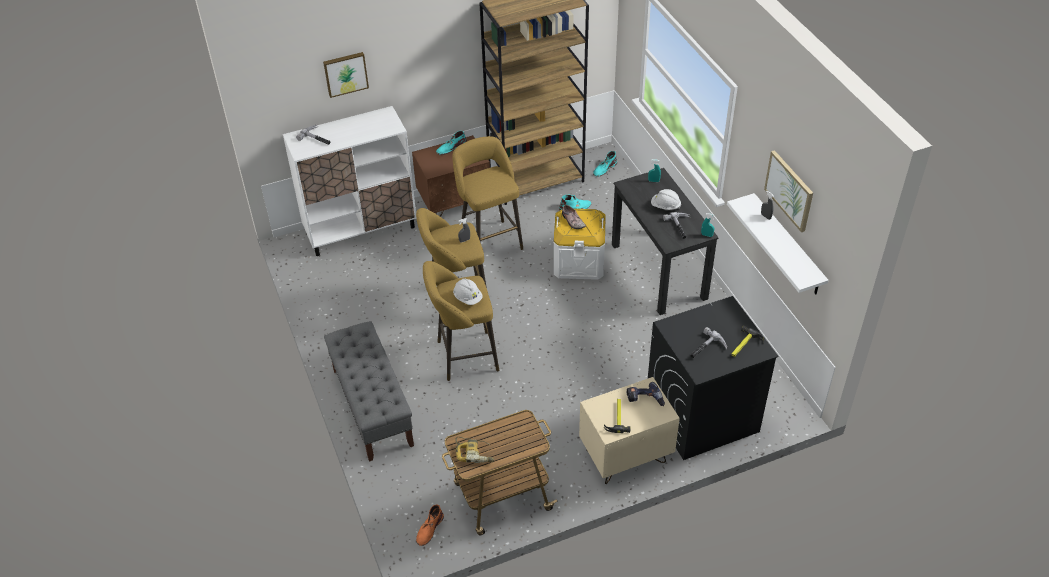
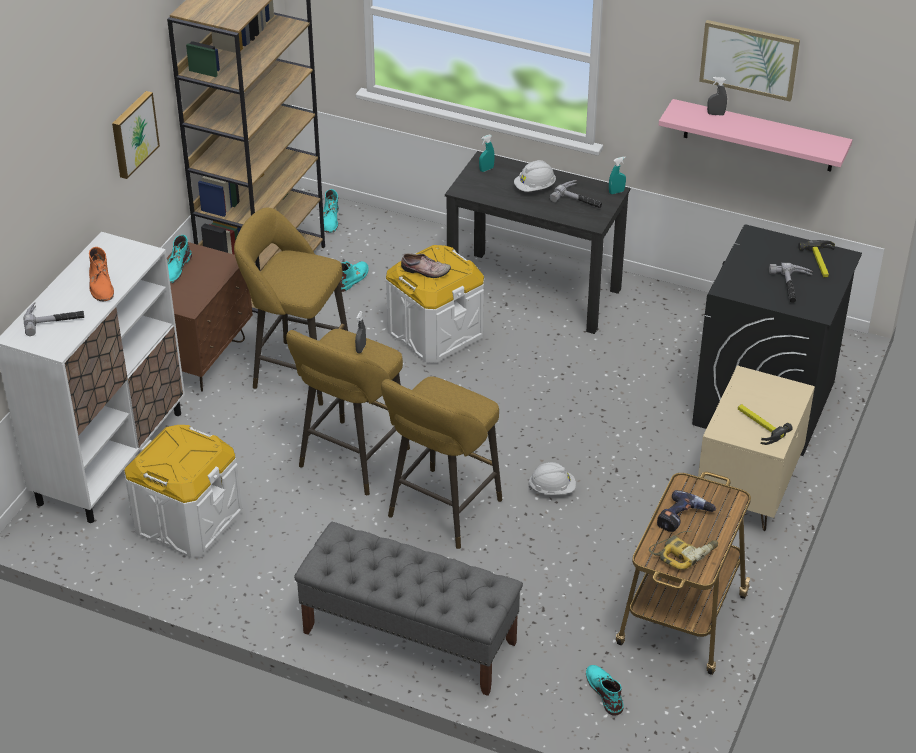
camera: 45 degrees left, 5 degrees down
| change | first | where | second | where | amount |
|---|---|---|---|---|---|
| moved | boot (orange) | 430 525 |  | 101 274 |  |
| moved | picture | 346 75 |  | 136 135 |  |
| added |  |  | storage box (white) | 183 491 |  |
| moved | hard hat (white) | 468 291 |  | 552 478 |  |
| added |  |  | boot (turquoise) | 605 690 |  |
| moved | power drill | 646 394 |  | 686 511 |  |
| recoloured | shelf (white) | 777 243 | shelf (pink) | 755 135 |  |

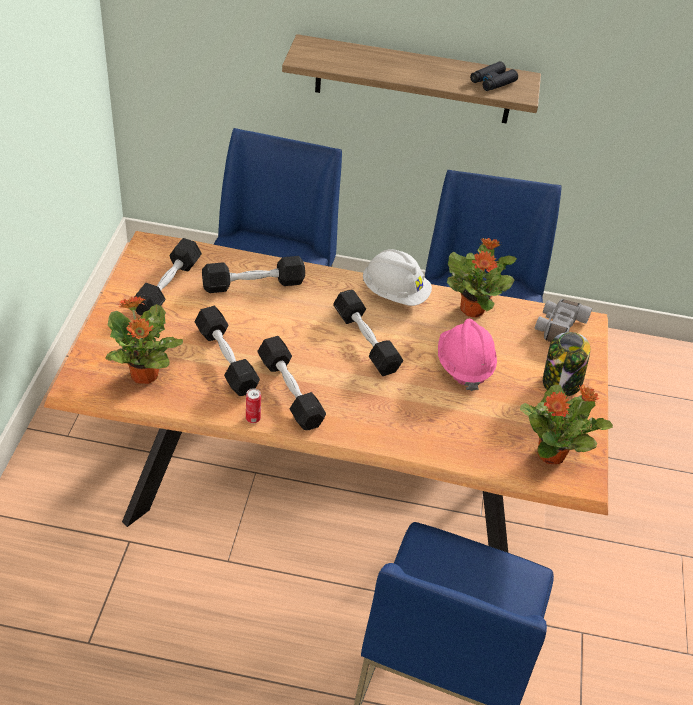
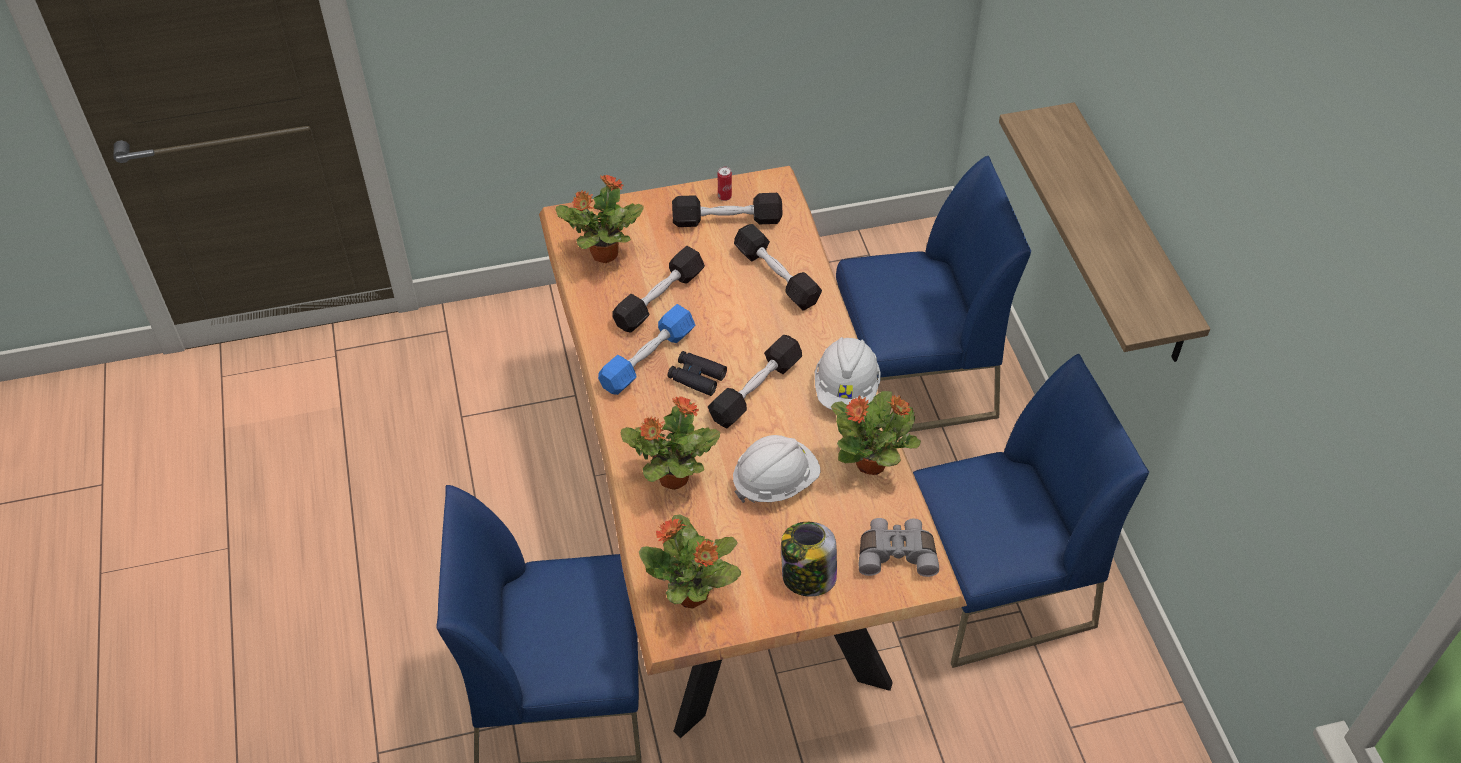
camera: 70 degrees right, 5 degrees up
| change | first | where | second | where | amount |
|---|---|---|---|---|---|
| recoloured | dumbbell (black) | 291 383 | dumbbell (blue) | 646 349 |  |
| added |  |  | potted plant | 670 443 |  |
| moved | binoculars (black) | 494 76 |  | 697 373 |  |
| moved | can | 253 405 |  | 725 183 |  |
| recoloured | hard hat (pink) | 467 355 | hard hat (white) | 777 469 |  |

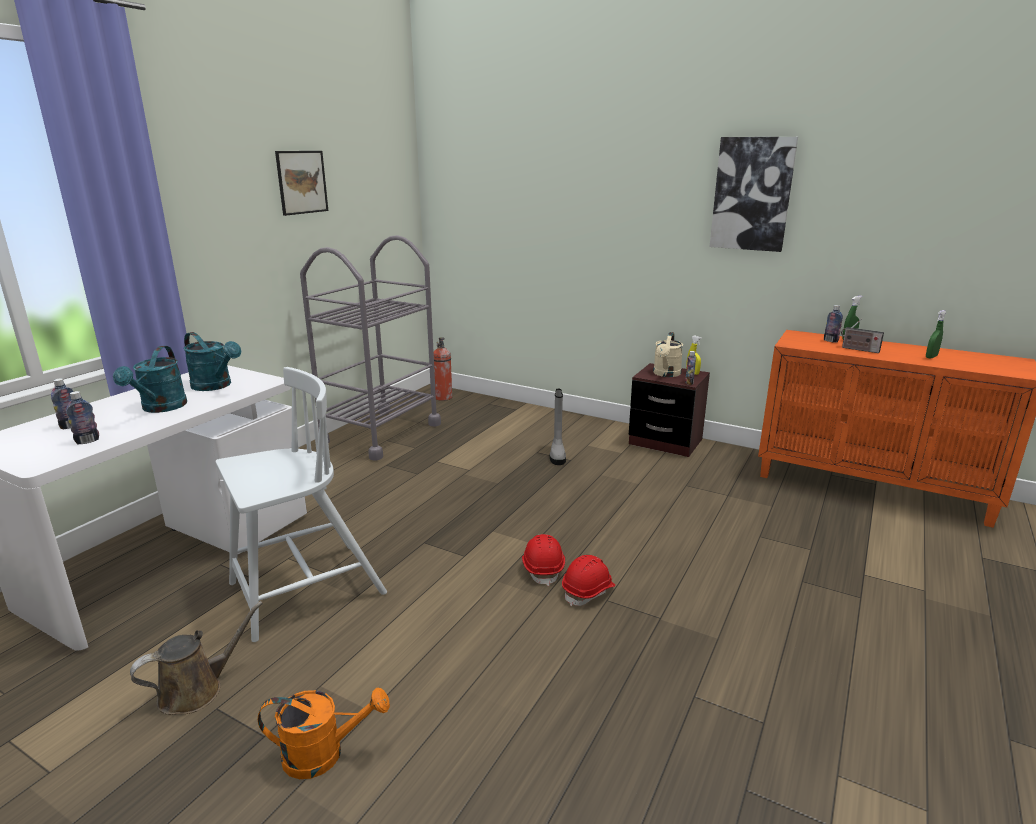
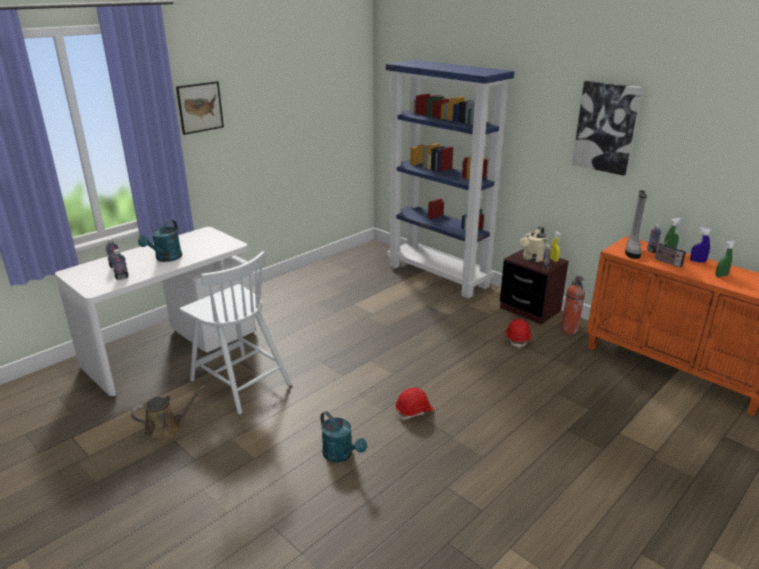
camera: 15 degrees right, 5 degrees up
| change | first | where | second | where | amount |
|---|---|---|---|---|---|
| moved | picture | 301 183 |  | 200 108 |  |
| turned | chair (white) | 301 504 |  | 235 332 | 60 degrees clockwise |
| moved | watering can (turquoise) | 212 361 |  | 343 437 |  |
| added |  |  | bookcase (blue) | 450 179 |  |
| moved | hard hat (red) | 543 560 |  | 519 333 |  |
| moved | fire extinguisher | 443 369 |  | 573 305 |  |
| moved | boot (grey) | 558 427 |  | 636 224 |  |
| added |  |  | spray bottle (blue) | 701 245 |  |
| removed | watering can (orange) | 324 733 |  |  |  |
| removed | cart (grey) | 370 348 |  |  |  |

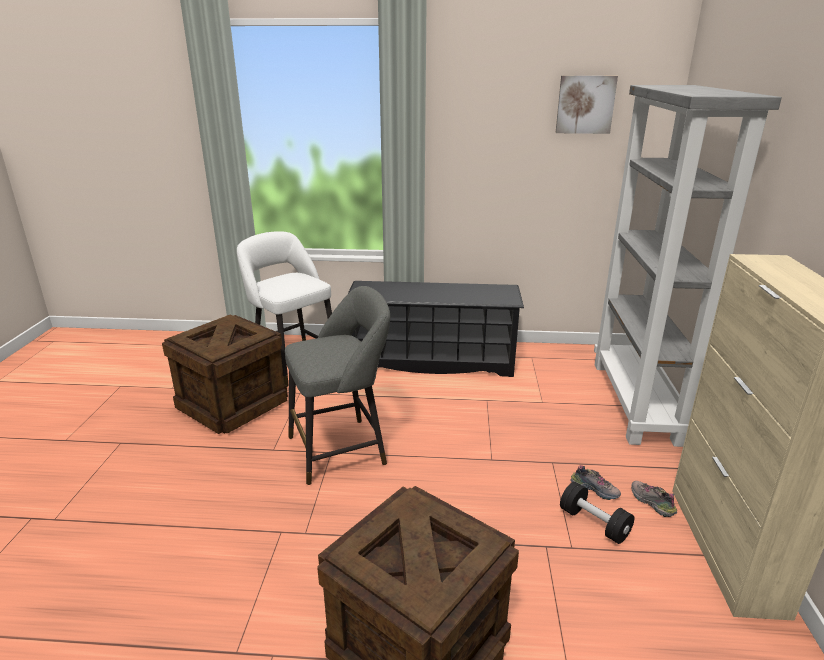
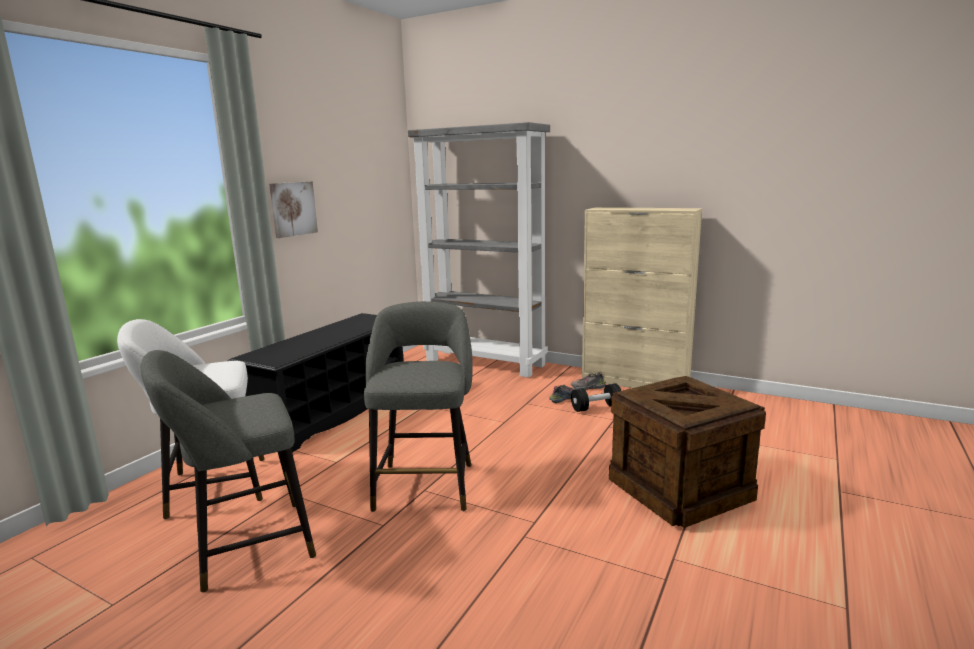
camera: 65 degrees left, 10 degrees down
| change | first | where | second | where | amount |
|---|---|---|---|---|---|
| replaced | crate | 225 374 | stool (grey) | 228 471 |  |
| moved | picture | 586 105 |  | 293 209 |  |

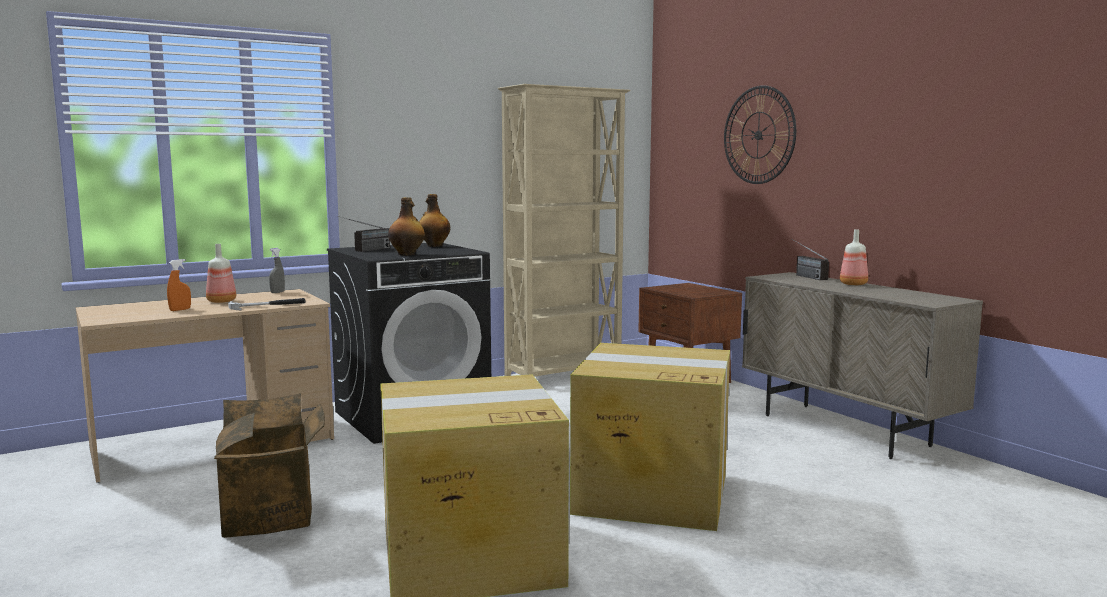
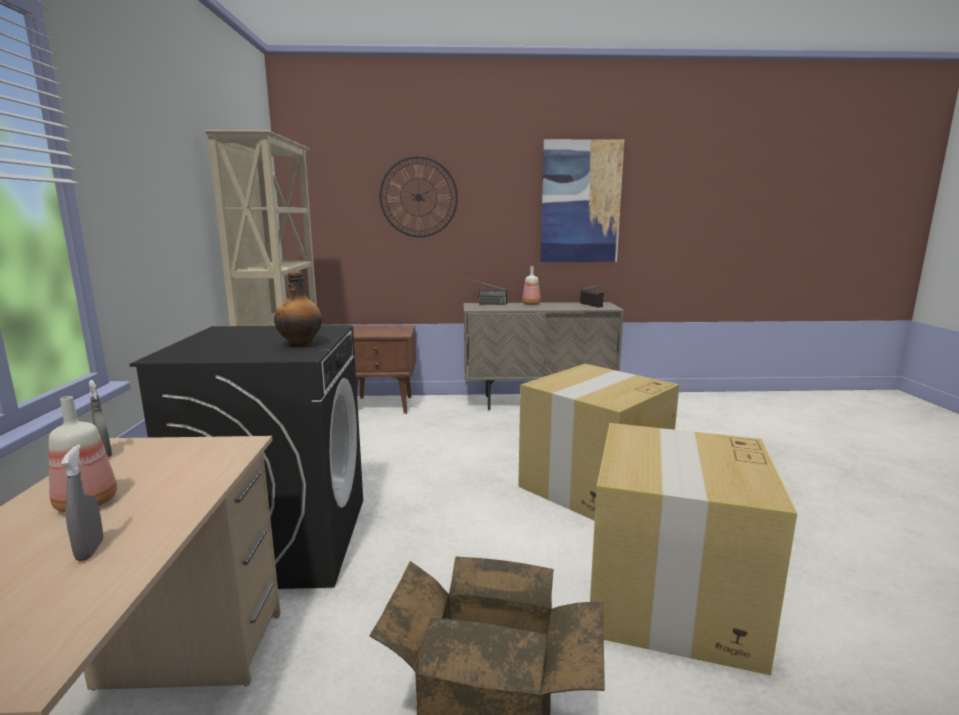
camera: 60 degrees left, 5 degrees up
| change | first | where | second | where | amount |
|---|---|---|---|---|---|
| recoloured | spray bottle (orange) | 179 285 | spray bottle (grey) | 82 503 |  |
| added |  |  | picture | 582 200 |  |
| moved | radio | 363 234 |  | 595 295 |  |
| removed | hammer | 267 304 |  |  |  |
| removed | bottle | 434 220 |  |  |  |

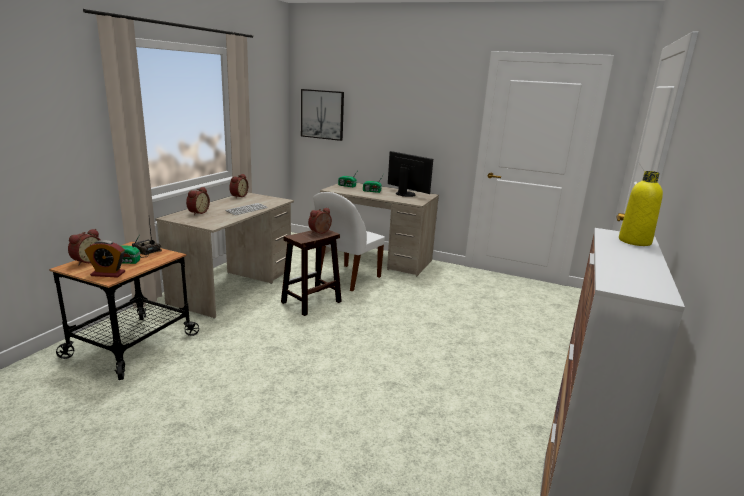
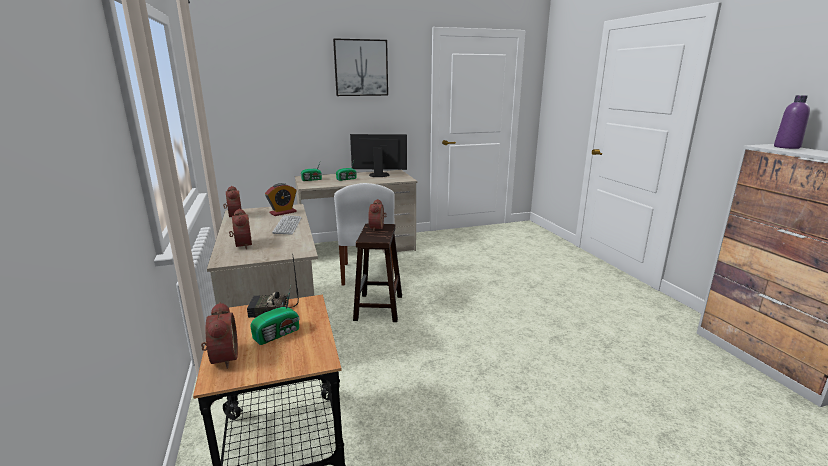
camera: 40 degrees left, 0 degrees up
| change | first | where | second | where | amount |
|---|---|---|---|---|---|
| moved | alarm clock | 105 259 |  | 280 199 |  |
| moved | picture | 322 115 |  | 360 67 |  |
| recoloured | bottle (yellow) | 641 208 | bottle (purple) | 792 122 |  |

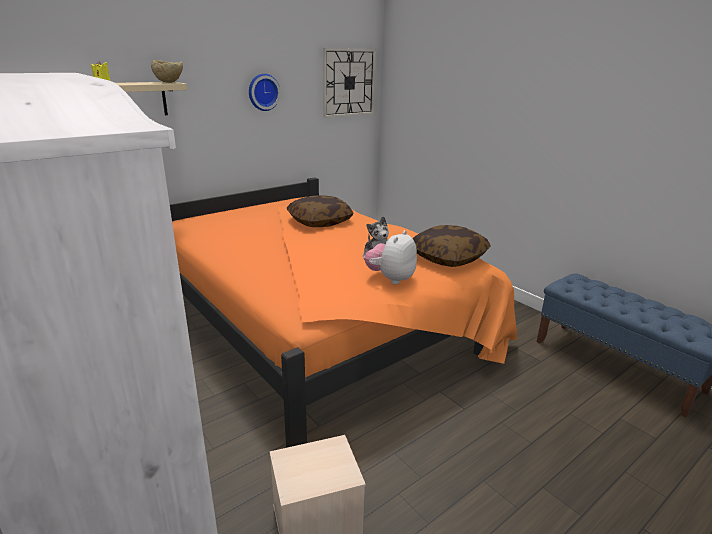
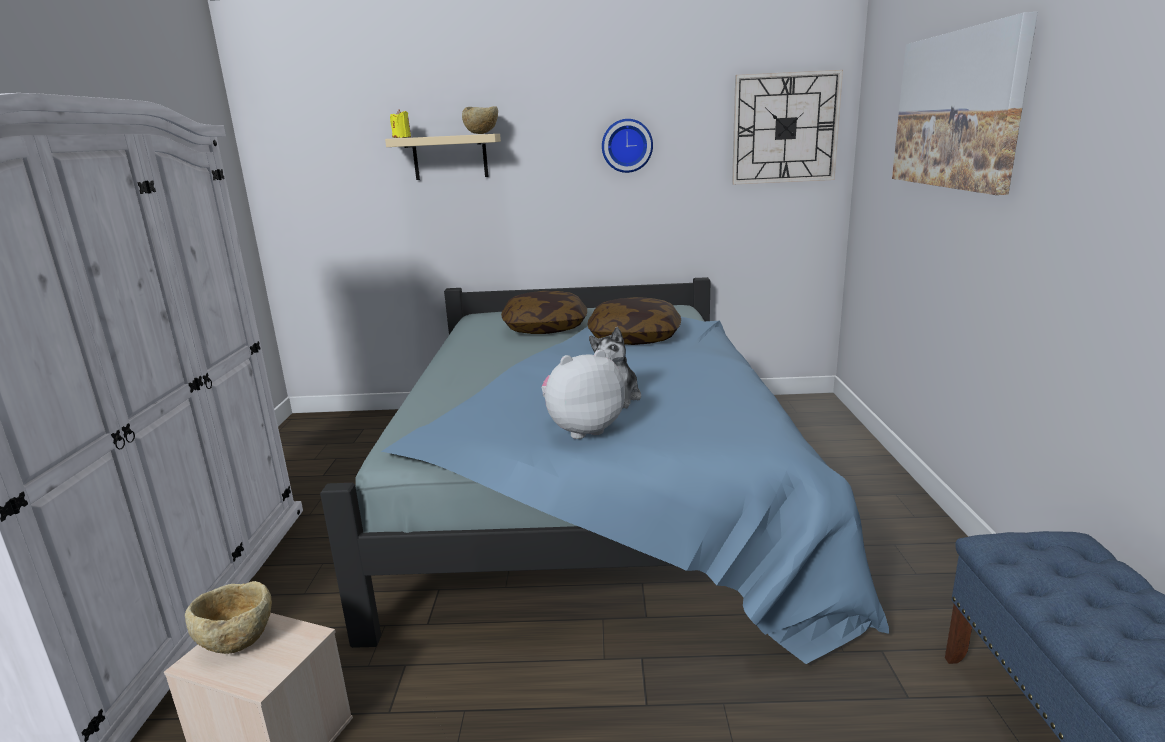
camera: 40 degrees right, 5 degrees down
| change | first | where | second | where | amount |
|---|---|---|---|---|---|
| added |  |  | bowl (beige) | 228 617 |  |
| recoloured | bed (orange) | 343 312 | bed (blue) | 604 470 |  |
| moved | pillow | 452 246 |  | 544 312 |  |
| added |  |  | picture | 965 103 |  |

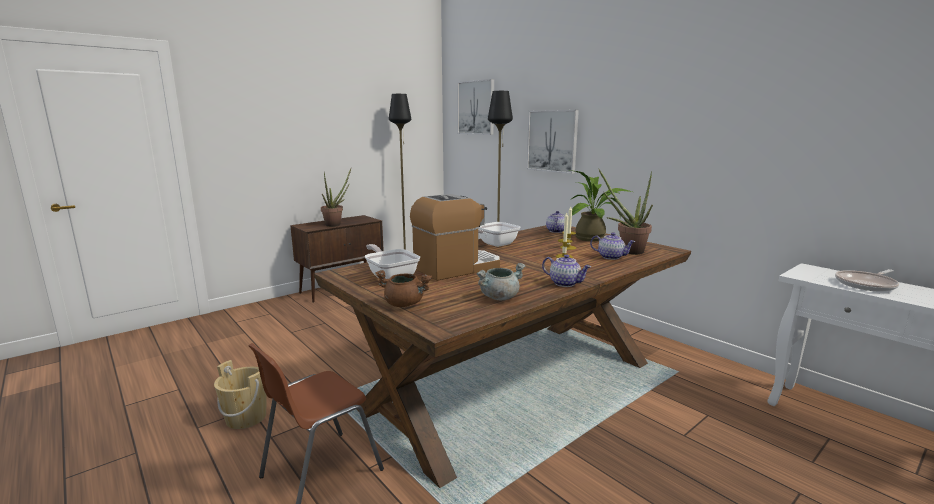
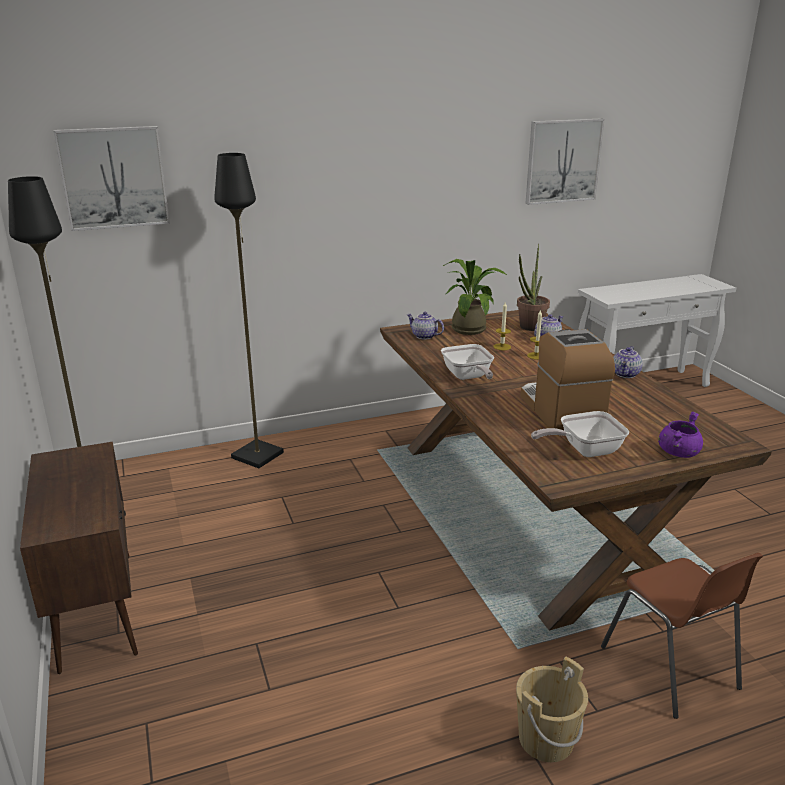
camera: 70 degrees left, 10 degrees up
| change | first | where | second | where | amount |
|---|---|---|---|---|---|
| moved | picture | 553 142 |  | 565 162 |  |
| turned | teapot | 566 270 |  | 628 362 | 150 degrees clockwise |
| recoloured | cooking pot (brown) | 403 288 | cooking pot (purple) | 680 434 |  |
| removed | potted plant | 336 197 |  |  |  |
| removed | cooking pot (grey) | 501 281 |  |  |  |
| removed | frying pan | 867 280 |  |  |  |

